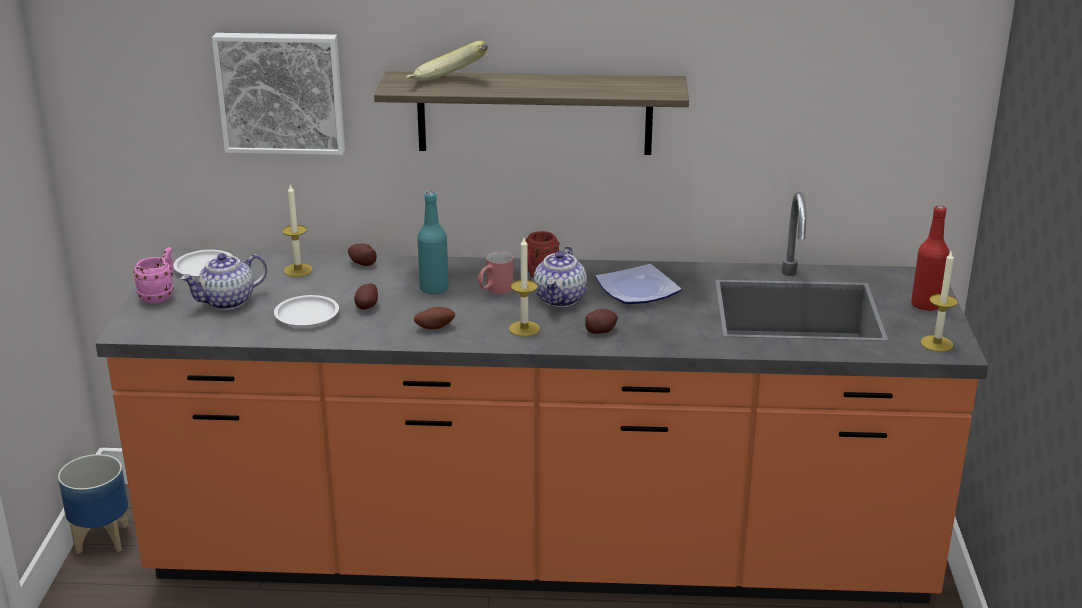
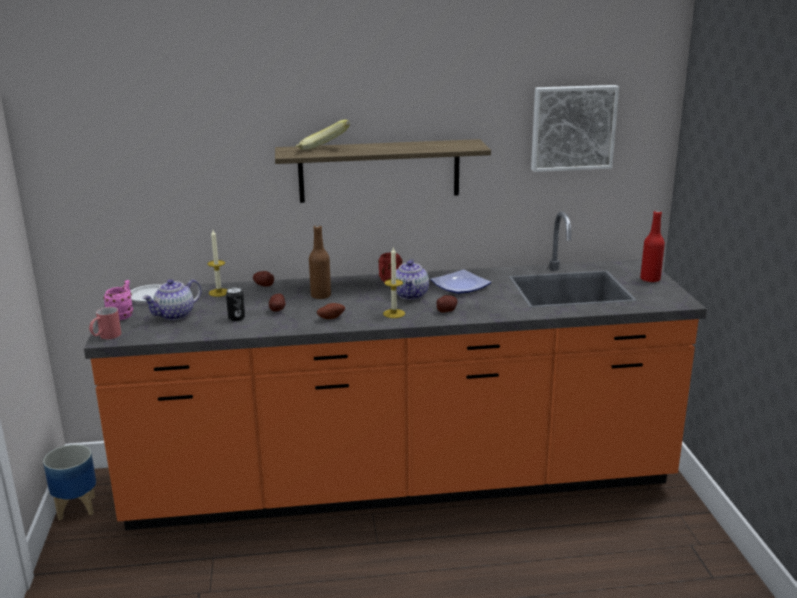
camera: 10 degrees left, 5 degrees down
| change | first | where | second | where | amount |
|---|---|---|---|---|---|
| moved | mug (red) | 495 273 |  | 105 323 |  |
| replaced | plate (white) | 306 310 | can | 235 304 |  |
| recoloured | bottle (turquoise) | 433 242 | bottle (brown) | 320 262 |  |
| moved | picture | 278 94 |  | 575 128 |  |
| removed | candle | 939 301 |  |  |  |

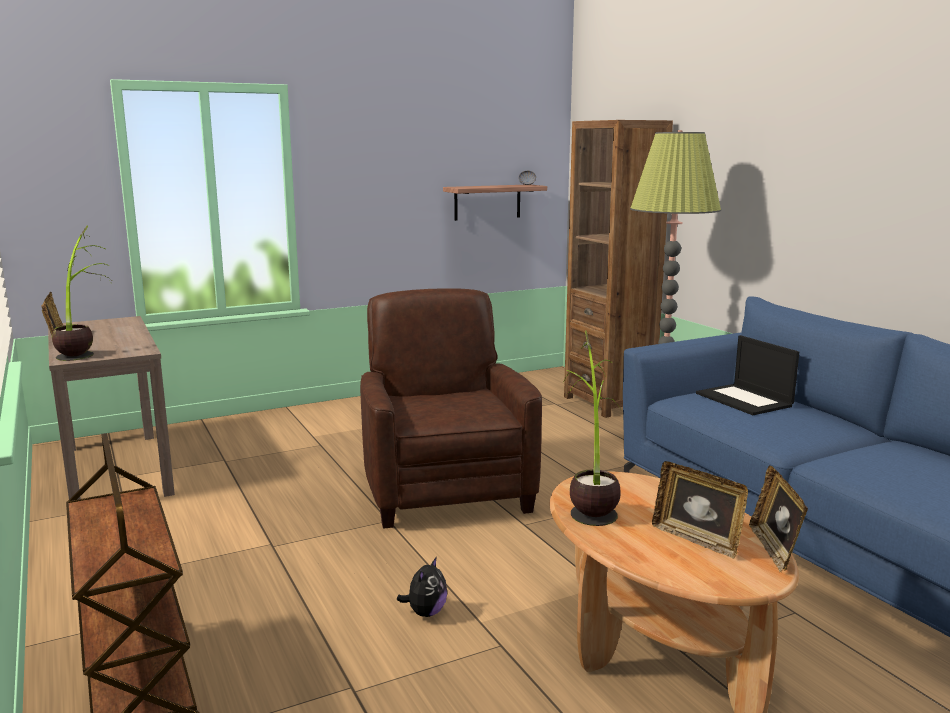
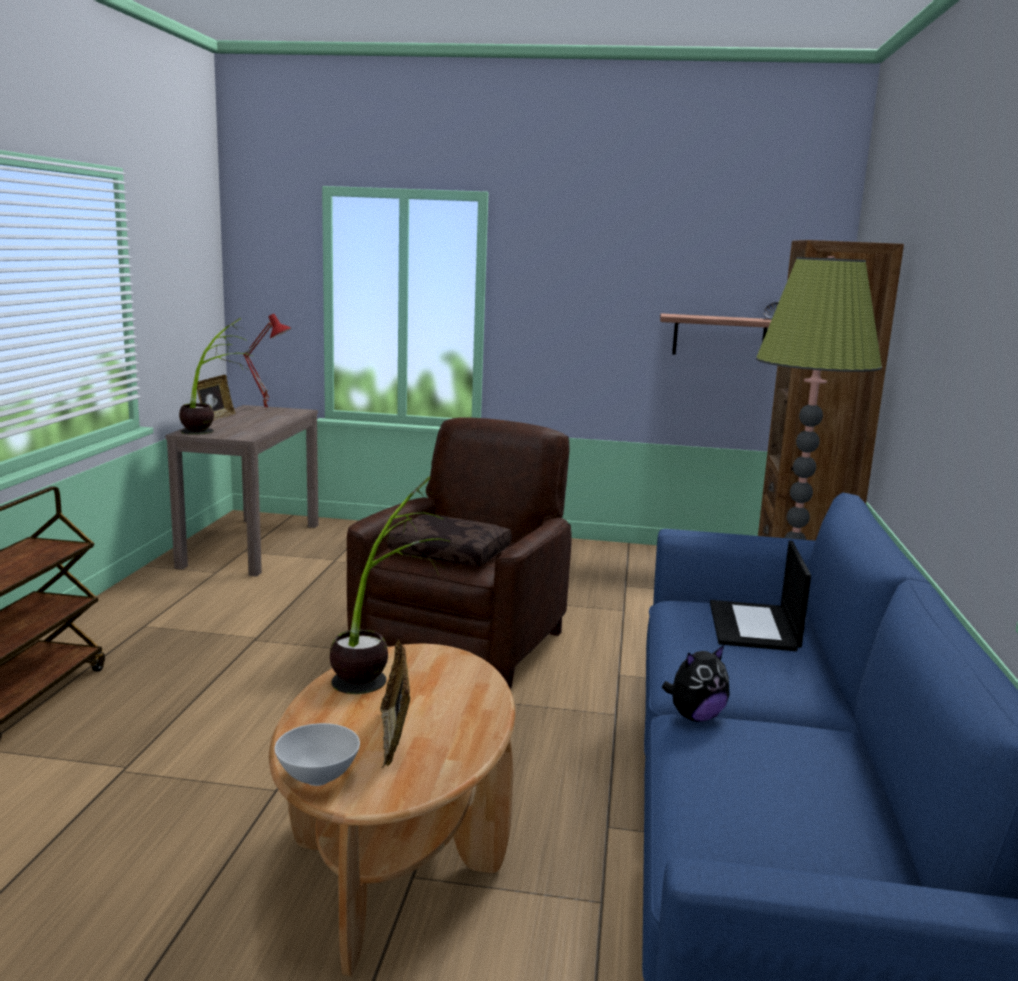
camera: 35 degrees right, 0 degrees up
| change | first | where | second | where | amount |
|---|---|---|---|---|---|
| added |  |  | table lamp (red) | 267 362 |  |
| added |  |  | bowl (white) | 317 754 |  |
| added |  |  | pillow (brown) | 449 540 |  |
| moved | plush toy | 422 586 |  | 696 683 |  |
| removed | picture frame | 778 518 |  |  |  |

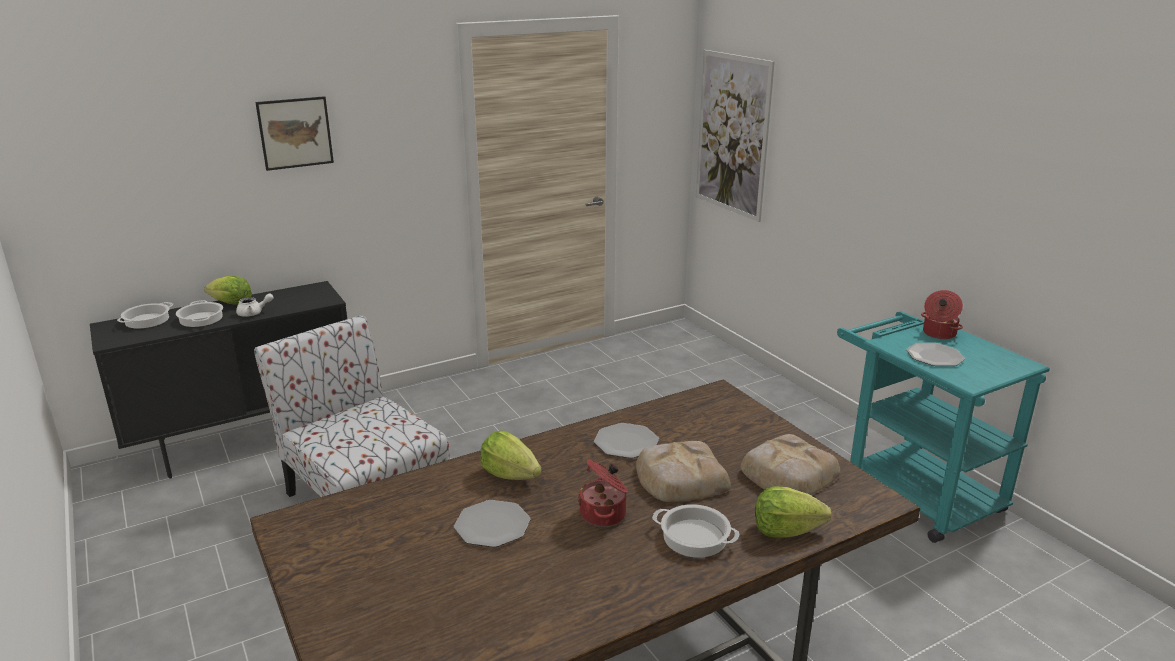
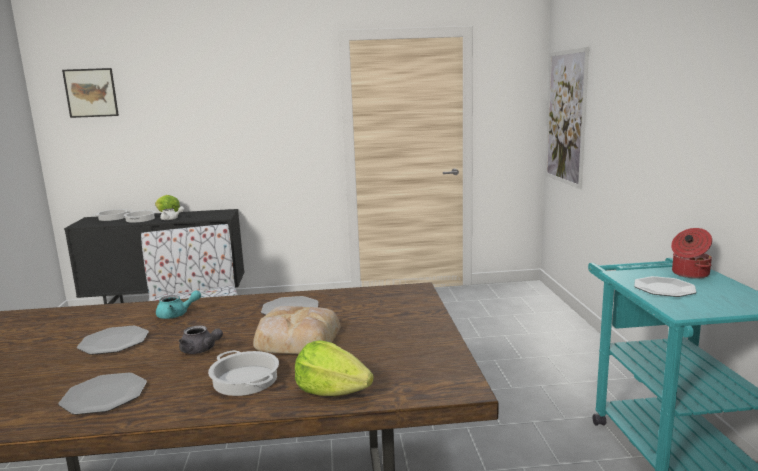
camera: 25 degrees right, 10 degrees down
| change | first | where | second | where | amount |
|---|---|---|---|---|---|
| added |  |  | plate | 102 394 |  |
| moved | picture | 294 133 |  | 90 93 |  |
| replaced | lettuce | 511 455 | teapot (turquoise) | 178 304 |  |
| replaced | cooking pot | 603 493 | teapot (grey) | 201 339 |  |
| removed | bread | 790 464 |  |  |  |

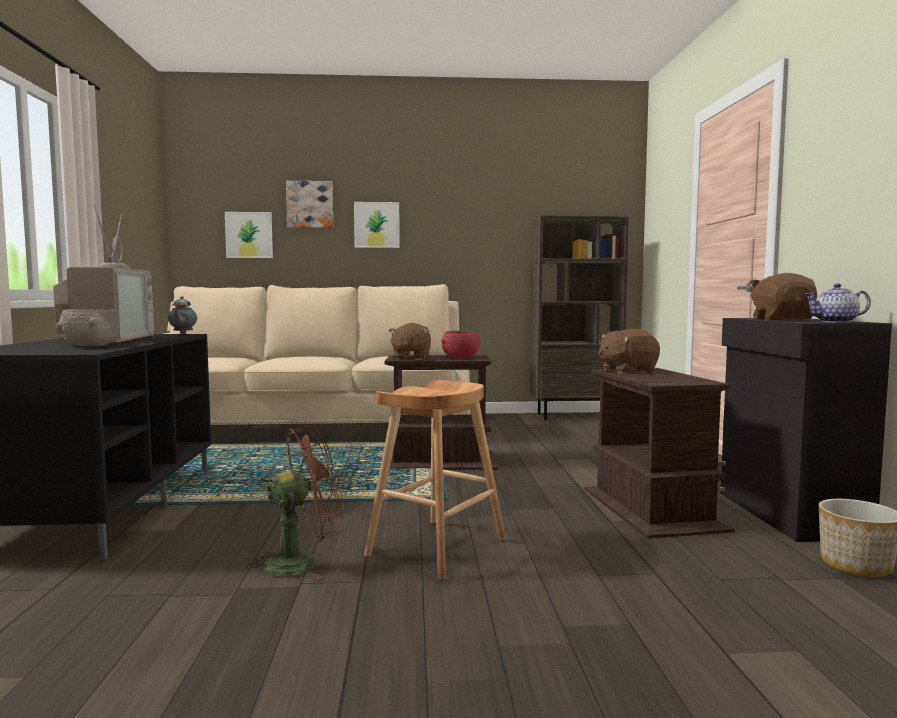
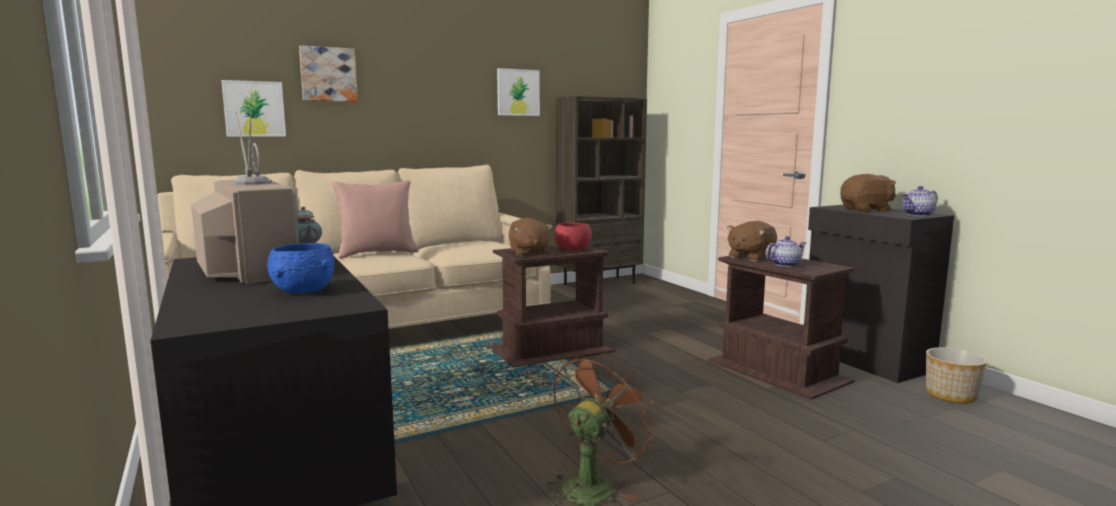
camera: 25 degrees left, 5 degrees up
| change | first | where | second | where | amount |
|---|---|---|---|---|---|
| recoloured | bowl (grey) | 87 327 | bowl (blue) | 300 268 |  |
| added |  |  | pillow (pink) | 375 219 |  |
| moved | picture | 377 225 |  | 518 92 |  |
| added |  |  | teapot | 785 251 |  |
| turned | plush toy (brown) | 783 296 |  | 868 193 | 105 degrees clockwise |
| removed | stool (brown) | 435 480 |  |  |  |

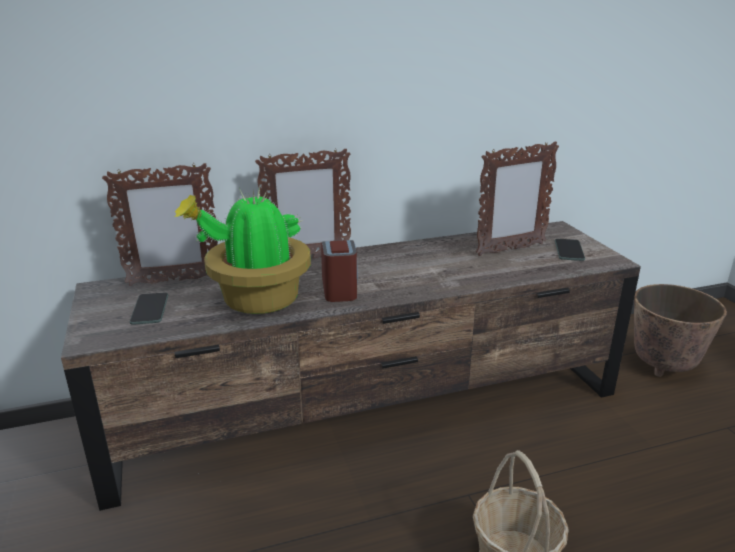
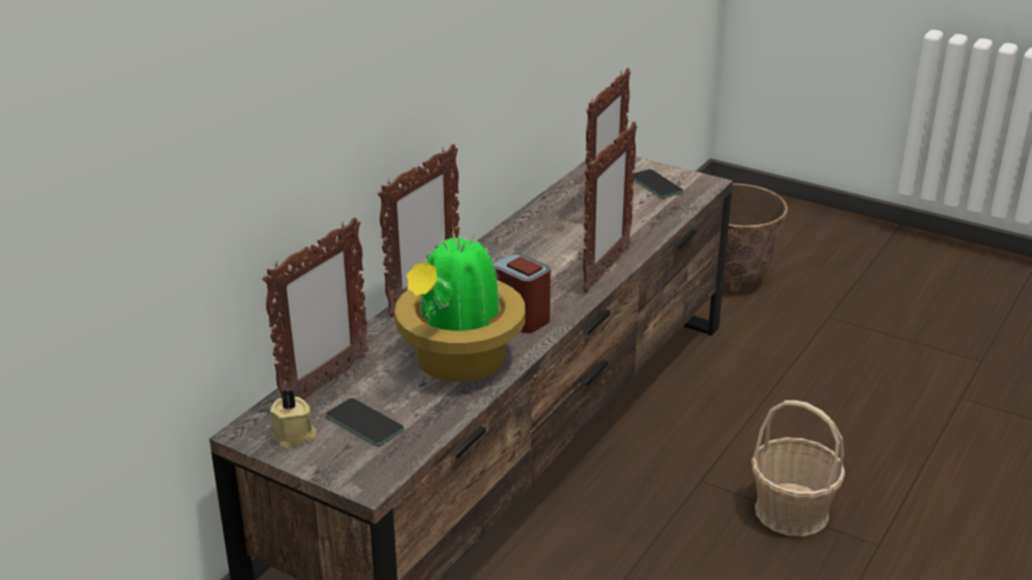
camera: 40 degrees left, 5 degrees up
| change | first | where | second | where | amount |
|---|---|---|---|---|---|
| added |  |  | candle (beige) | 293 419 |  |
| added |  |  | picture frame | 610 207 |  |

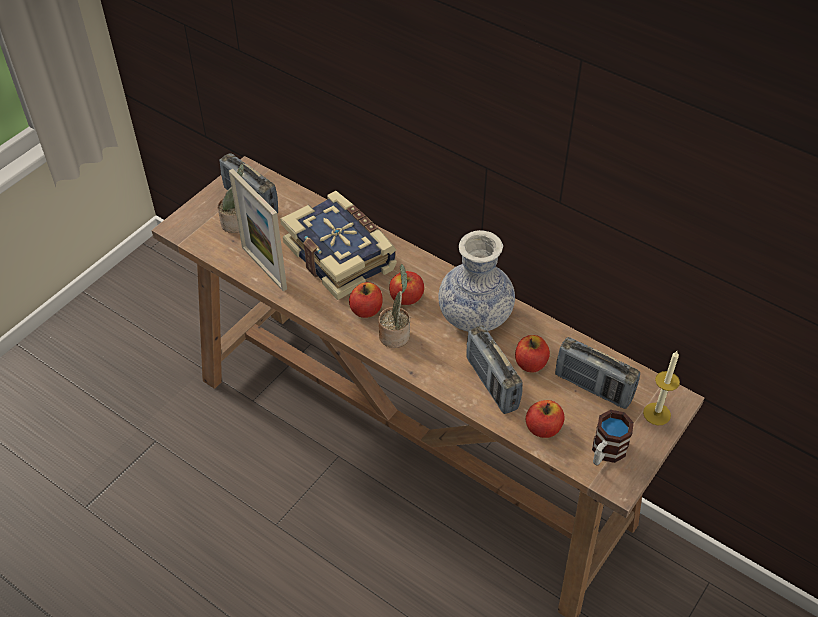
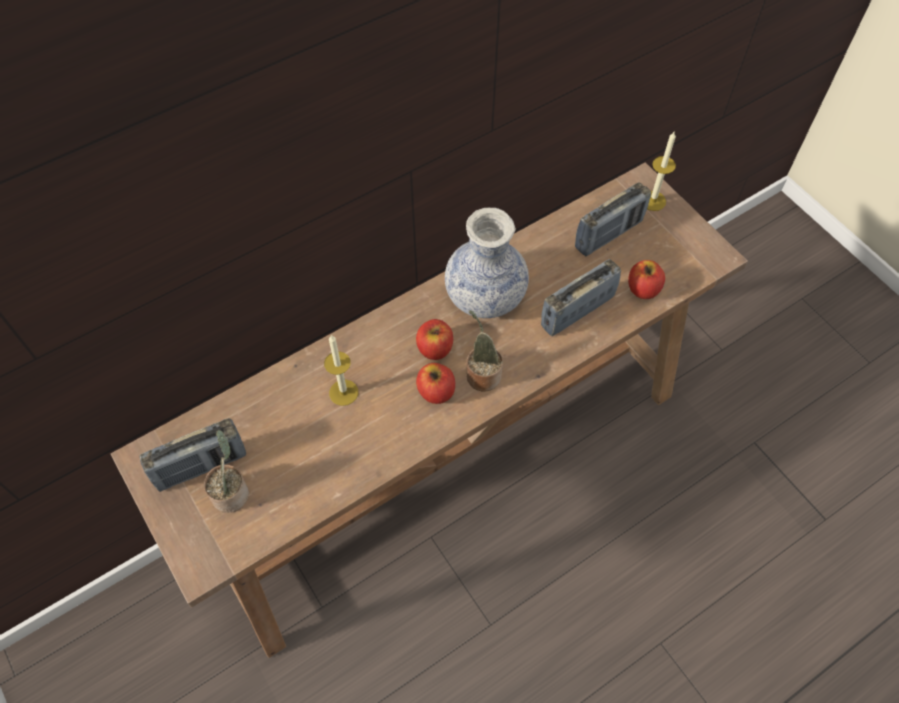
camera: 70 degrees left, 10 degrees up
| change | first | where | second | where | amount |
|---|---|---|---|---|---|
| replaced | book | 338 245 | candle | 341 370 |  |
| turned | radio | 494 369 |  | 581 297 | 150 degrees clockwise |
| removed | picture frame | 258 230 |  |  |  |
| removed | apple | 532 354 |  |  |  |
| removed | mug | 613 438 |  |  |  |

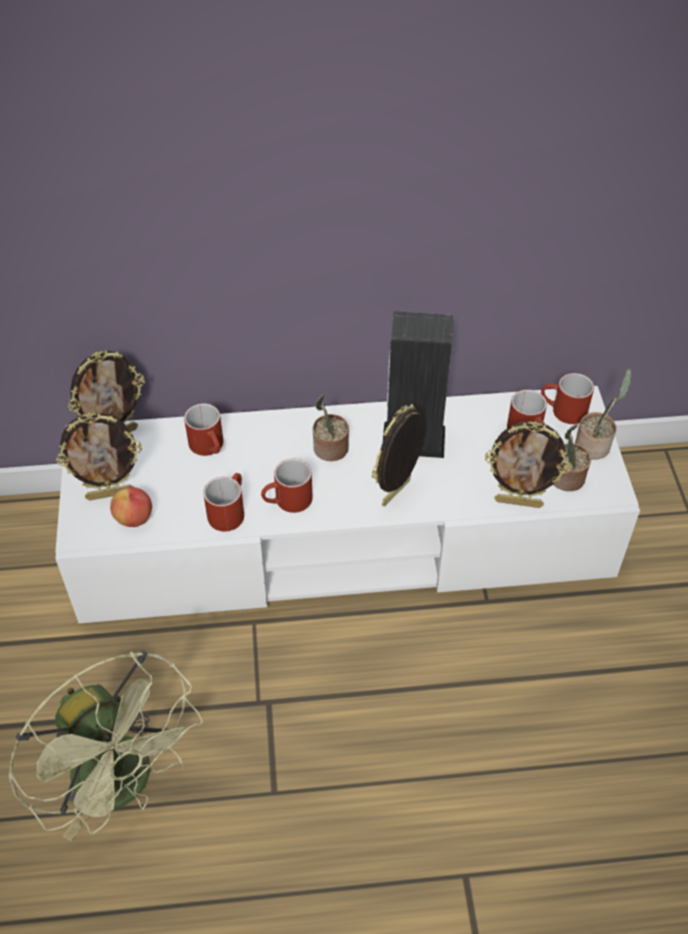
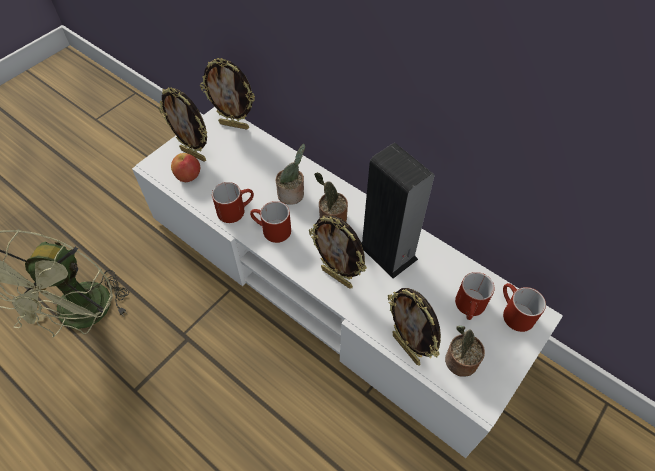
camera: 45 degrees right, 5 degrees up
| change | first | where | second | where | amount |
|---|---|---|---|---|---|
| moved | potted plant | 603 414 |  | 290 174 |  |
| turned | picture frame | 398 455 |  | 338 252 | 135 degrees counterclockwise |
| removed | mug (red) | 203 429 |  |  |  |

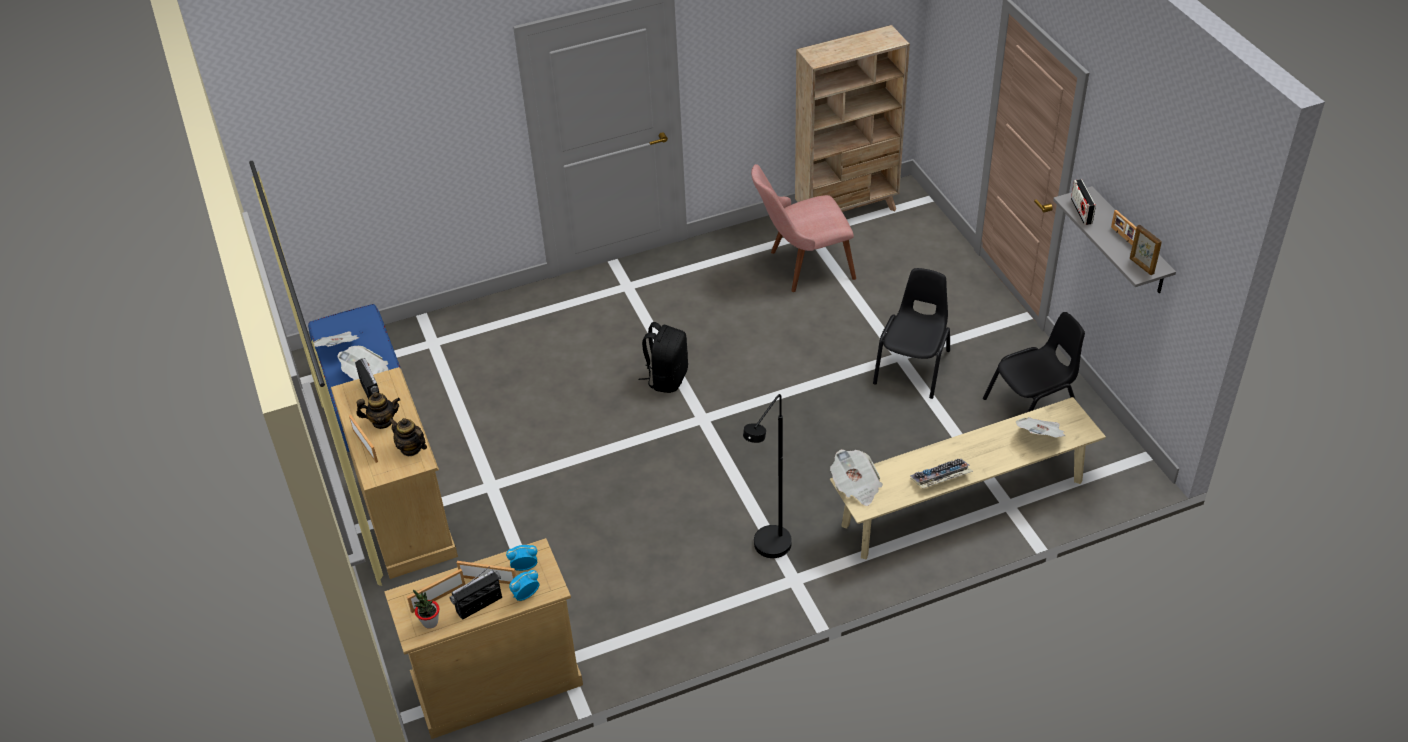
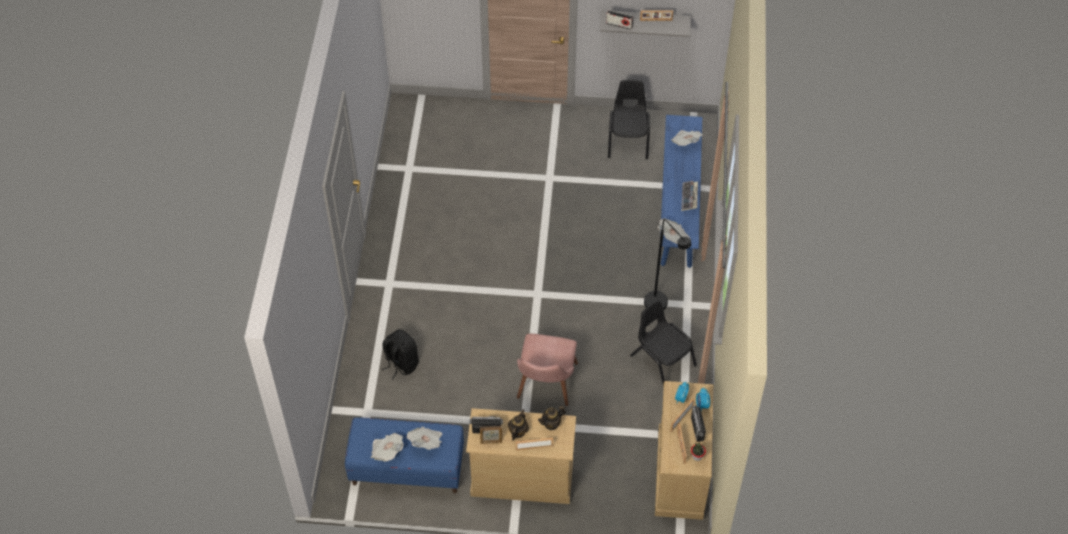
camera: 65 degrees left, 10 degrees up
| change | first | where | second | where | amount |
|---|---|---|---|---|---|
| moved | backpack (black) | 663 357 |  | 400 354 |  |
| moved | picture frame | 1146 250 |  | 491 435 |  |
| moved | chair (pink) | 803 228 |  | 547 370 |  |
| moved | chair (black) | 911 333 |  | 663 343 |  |
| recoloured | bench (beige) | 968 478 | bench (blue) | 681 191 |  |
| removed | bookcase (beige) | 852 118 |  |  |  |

